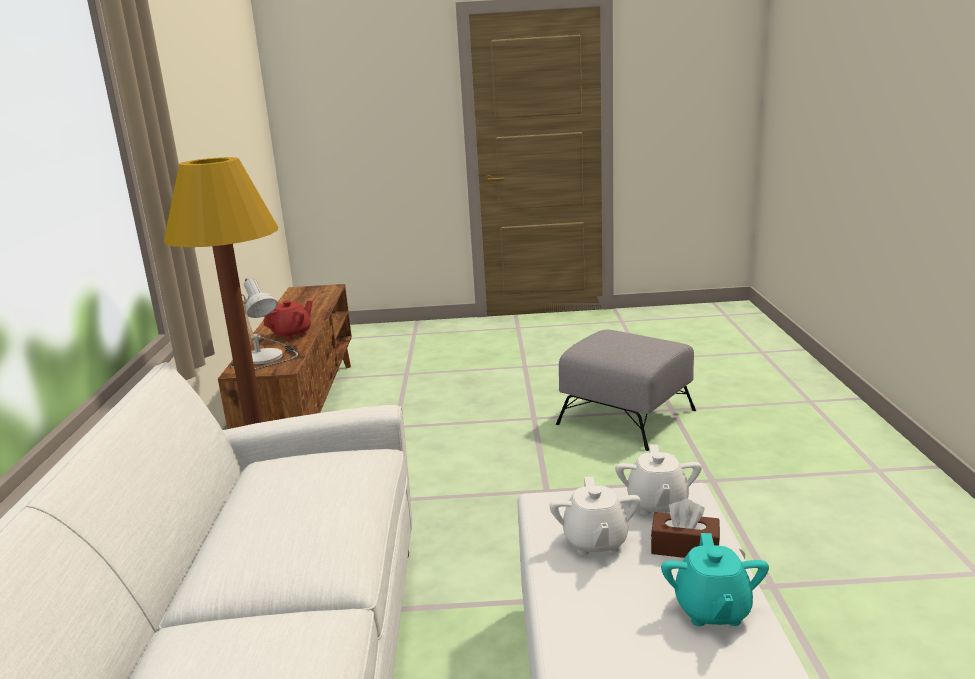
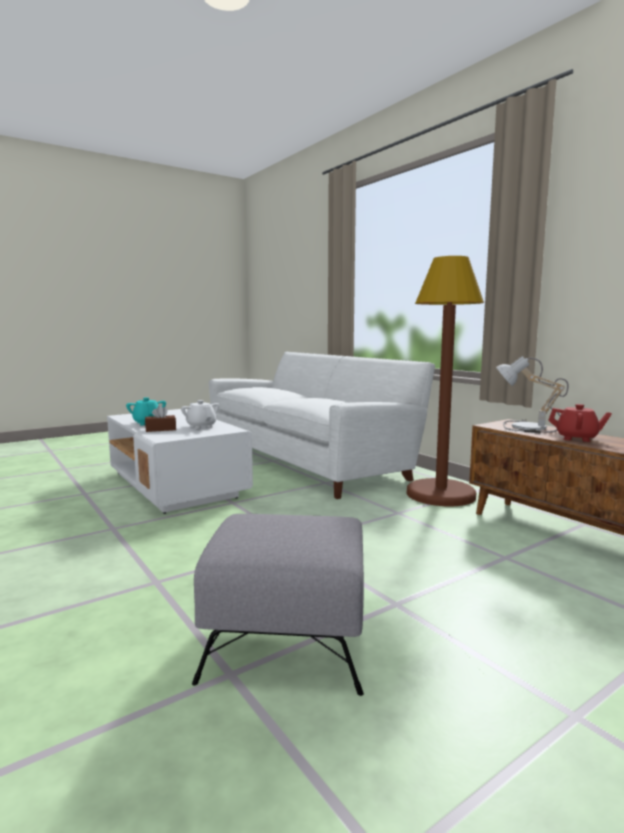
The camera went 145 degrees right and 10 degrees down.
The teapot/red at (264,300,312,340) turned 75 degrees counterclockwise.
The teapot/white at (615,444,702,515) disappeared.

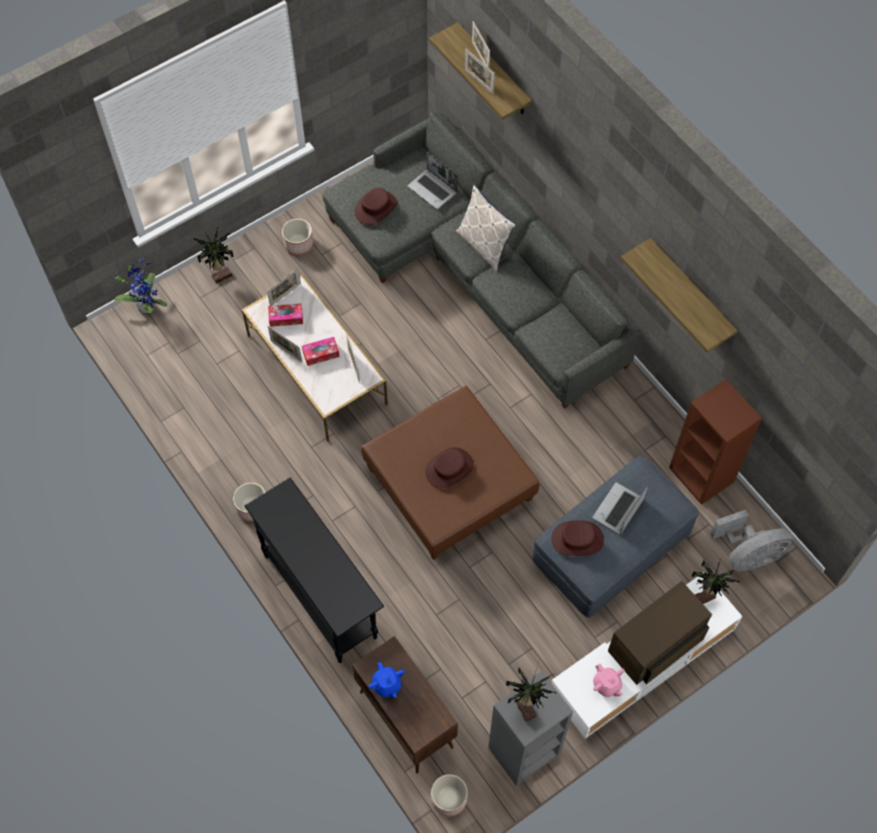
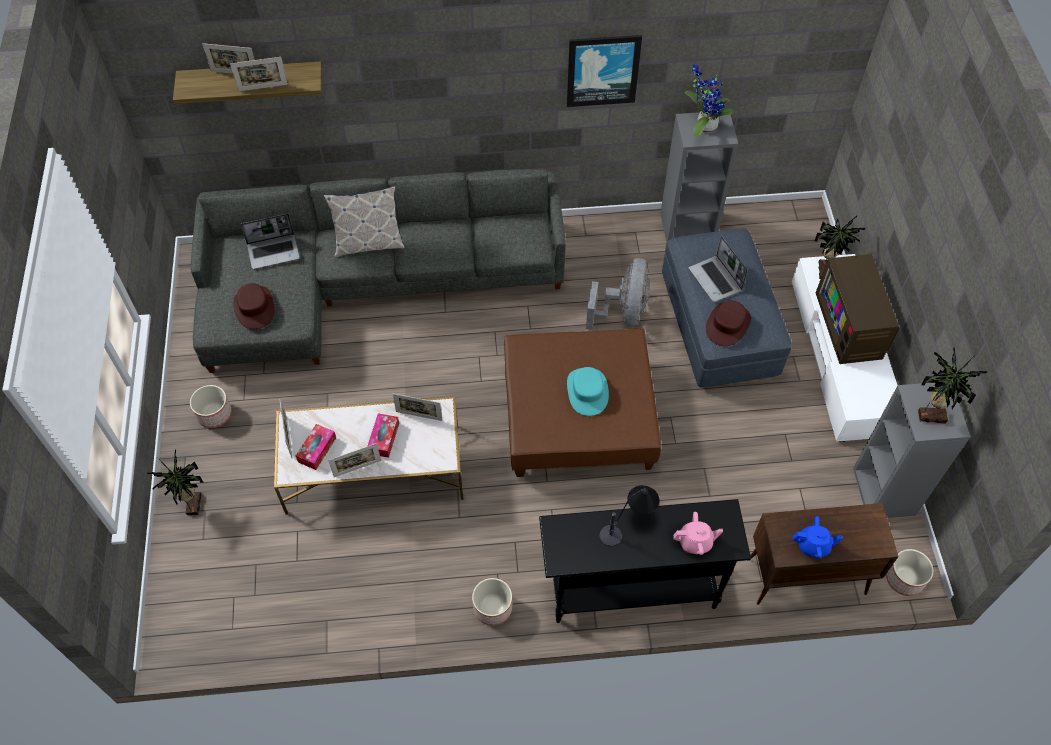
The camera went 60 degrees left and 5 degrees down.
The shelf at (621,238,738,352) was replaced by the picture at (567,35,642,107).
The potted plant moved from (113,259,167,314) to (685,64,734,137).
The bookcase/brown at (669,379,762,505) became the bookcase/grey at (660,112,738,243).
The hat/brown at (425,447,474,488) became the hat/turquoise at (567,367,609,416).
The fan/grey moved from (710,510,794,571) to (586,258,650,330).
The teapot/pink moved from (593,664,625,697) to (673,512,723,555).
The table lamp at (600,485,659,546) appeared.

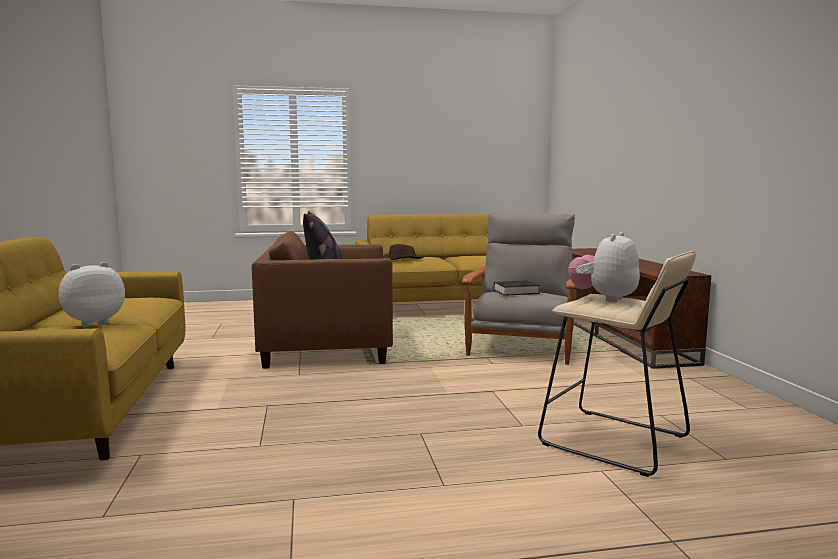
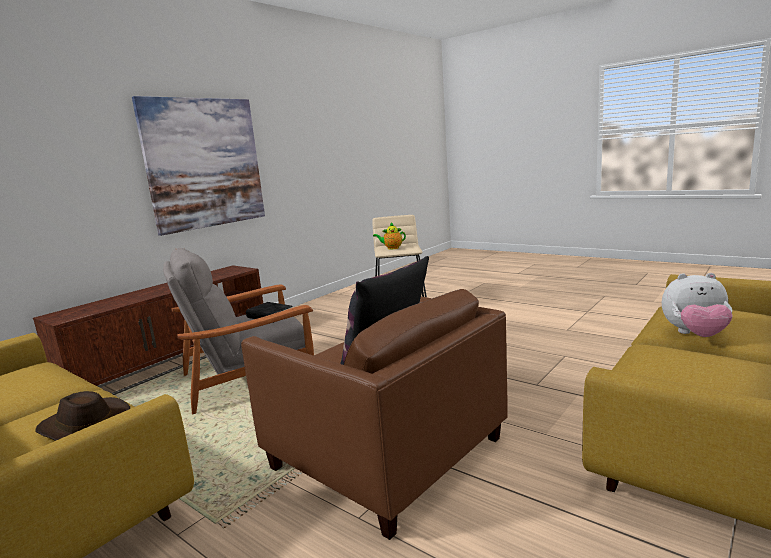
The camera went 130 degrees left and 5 degrees up.
The plush toy at (568,232,640,302) was replaced by the teapot at (373,222,406,249).
The picture at (132,96,265,236) appeared.

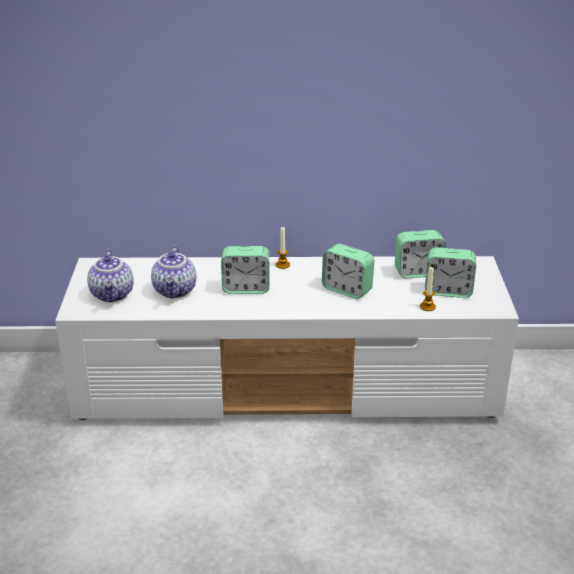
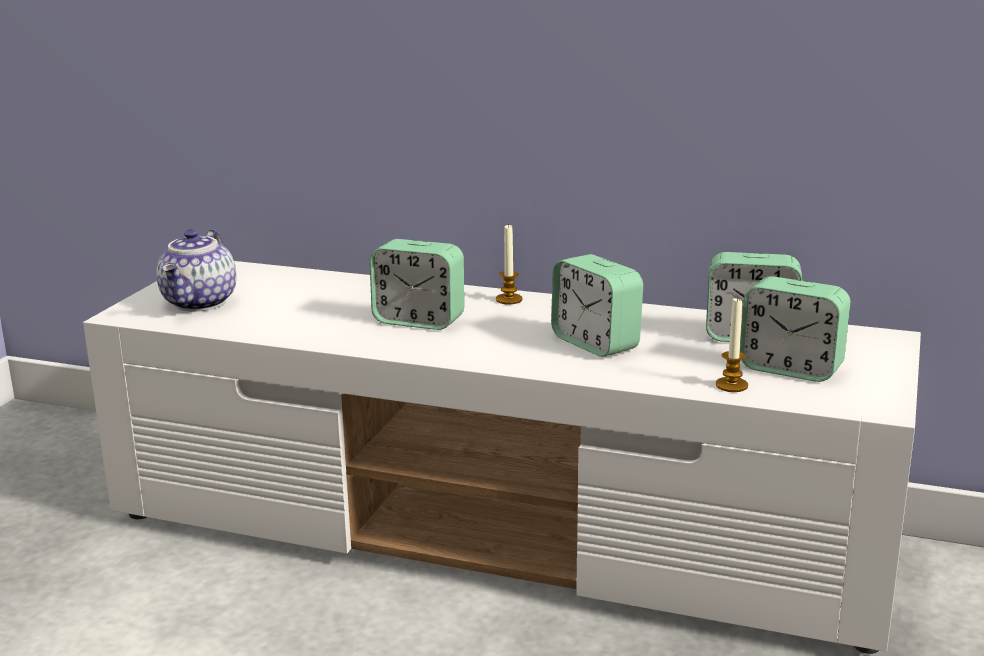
The camera went 20 degrees right and 10 degrees down.
The teapot at (151,246,196,298) disappeared.

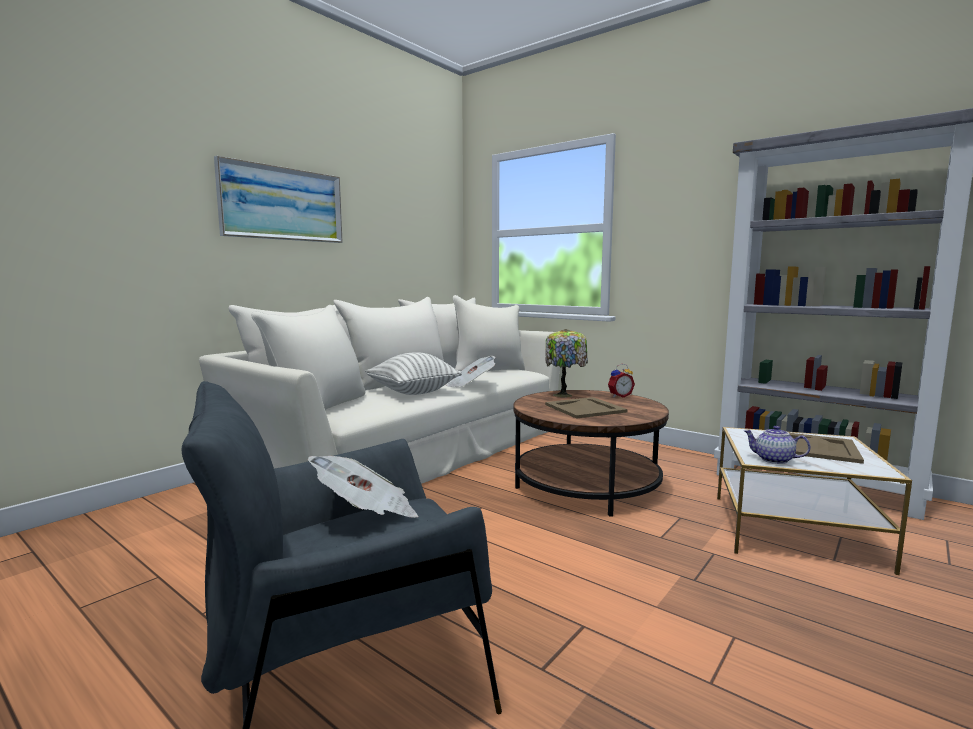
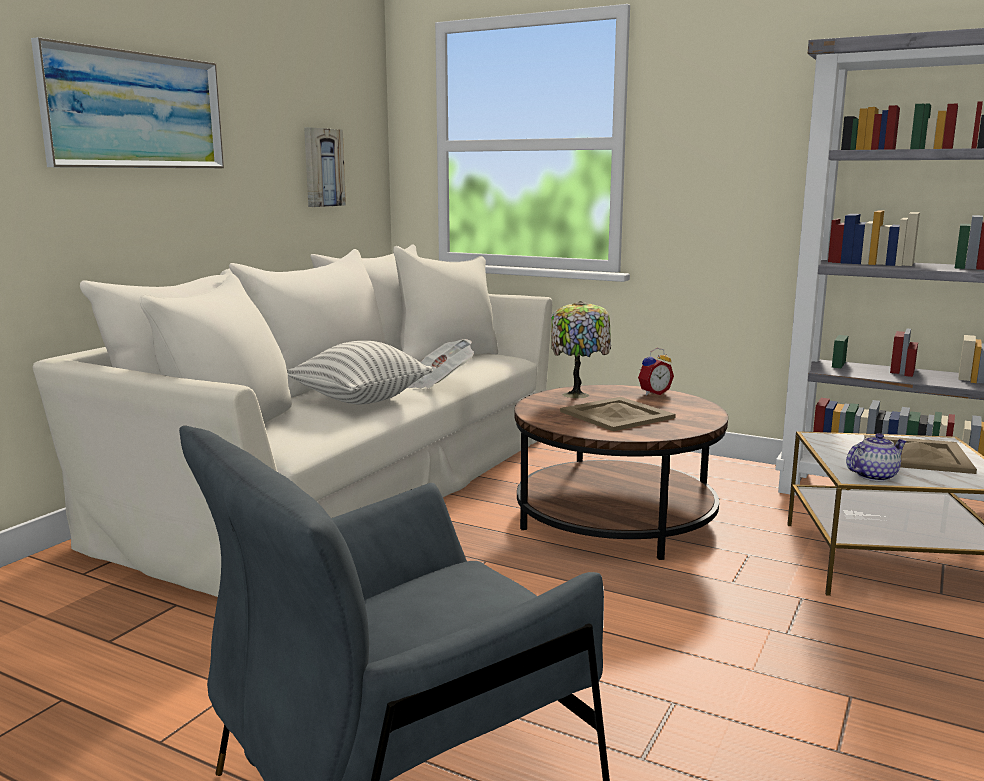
The camera went 10 degrees left and 5 degrees up.
The teapot at (744,426,811,464) turned 135 degrees clockwise.
The newspaper at (308,456,419,518) disappeared.
The picture at (304,127,346,207) appeared.

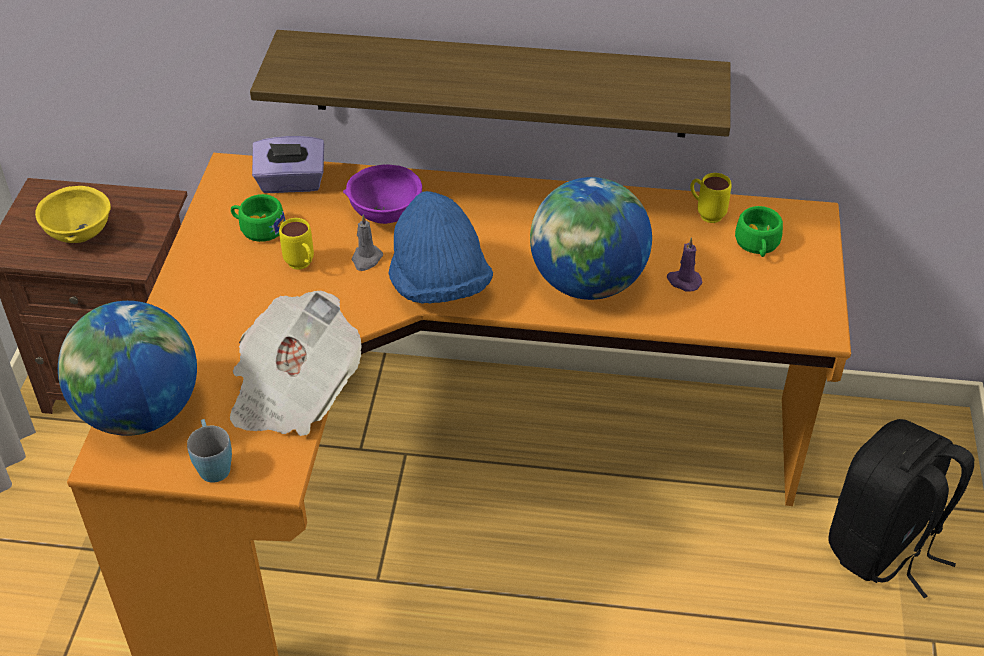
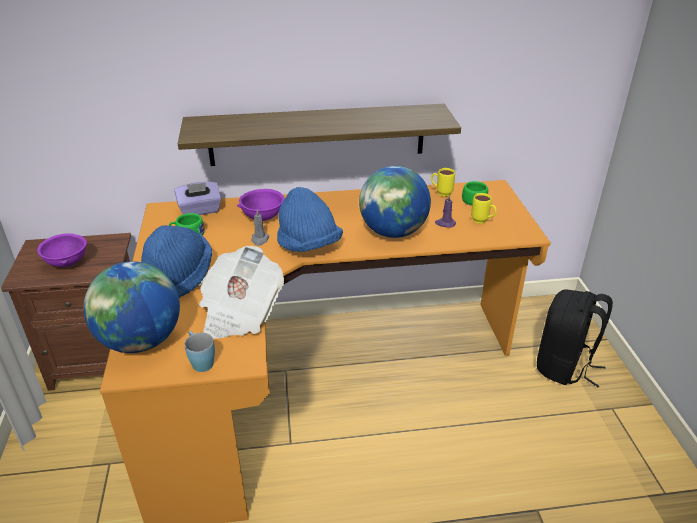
The camera went 15 degrees left and 10 degrees down.
The bowl/yellow at (35,186,111,243) became the bowl/purple at (37,233,87,267).
The mug/yellow moved from (279,218,314,270) to (471,193,497,224).
The hat/blue at (141,225,212,298) appeared.

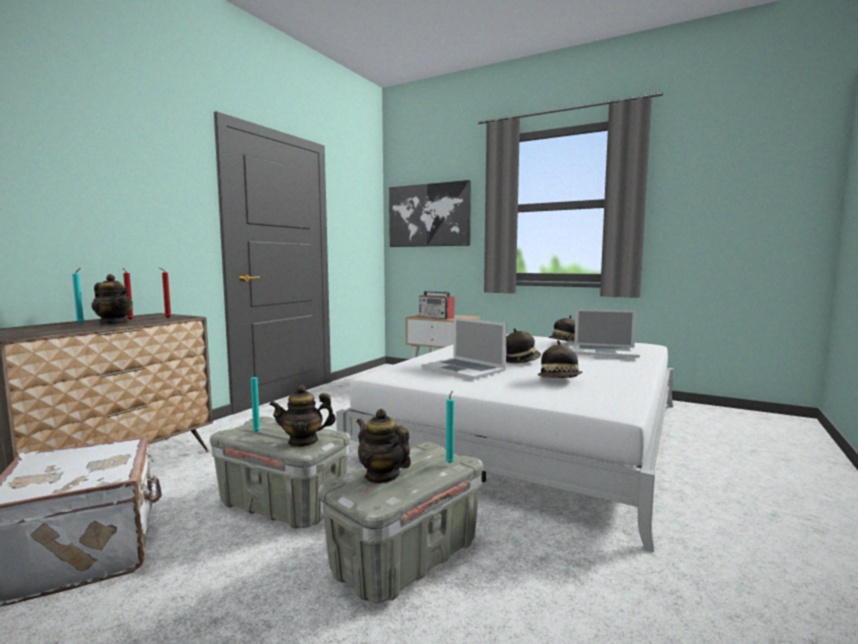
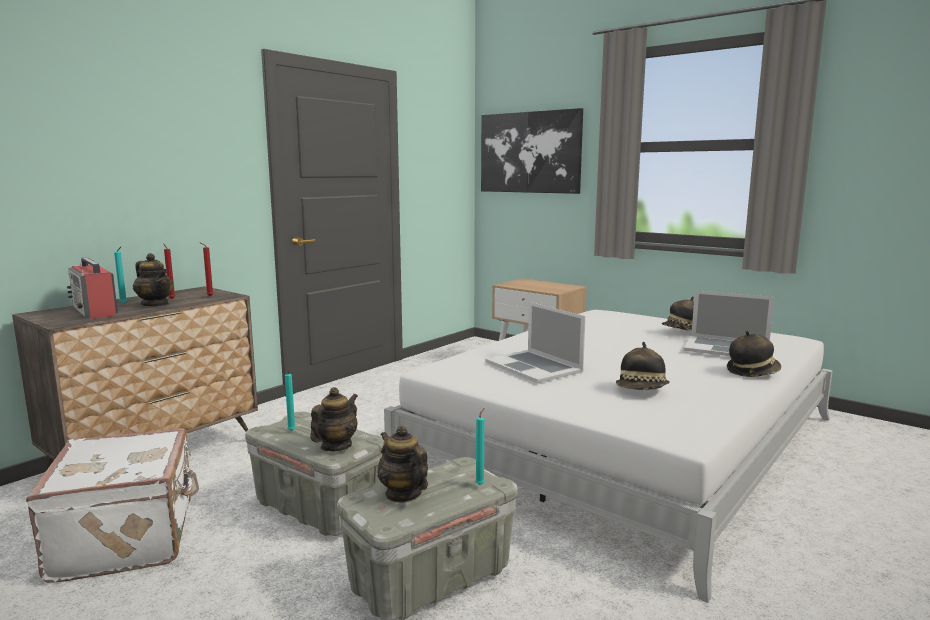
The camera went 10 degrees right and 5 degrees up.
The radio moved from (419,291,454,320) to (67,257,118,319).
The hat moved from (506,328,541,364) to (727,331,781,377).
The teapot at (269,385,336,447) turned 120 degrees clockwise.

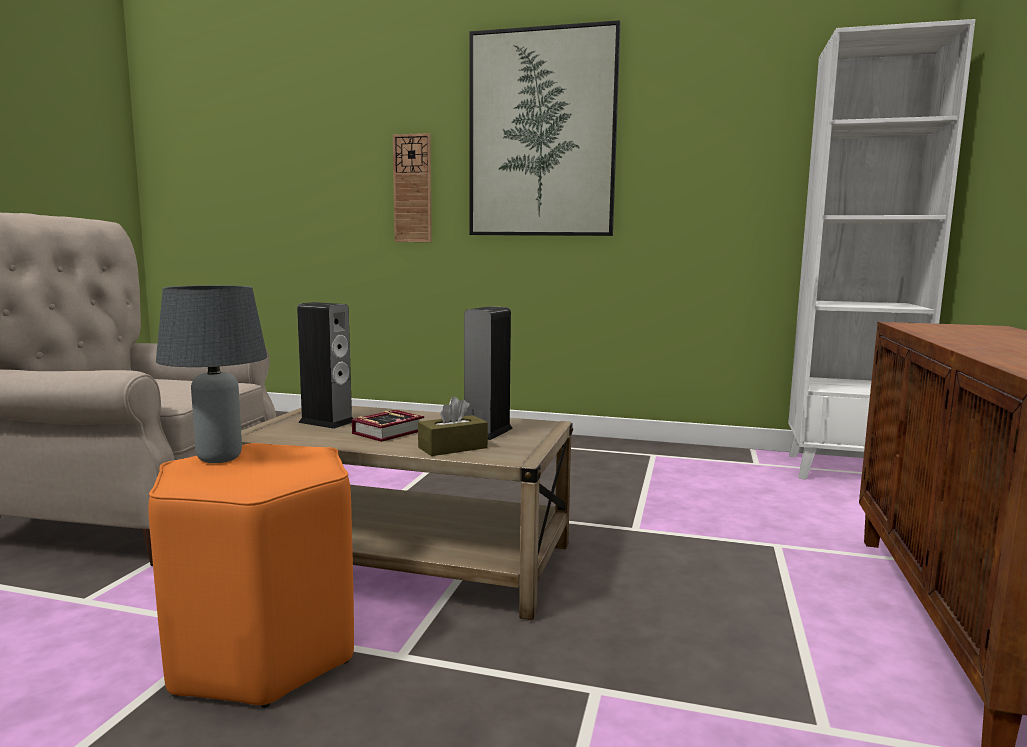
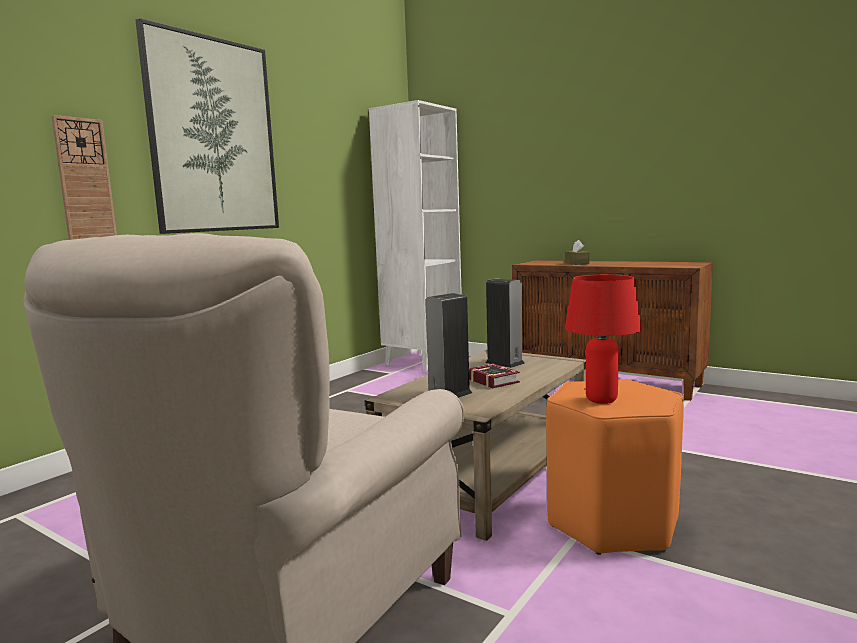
The camera went 70 degrees left and 0 degrees up.
The table lamp/grey at (156,285,267,463) became the table lamp/red at (565,275,642,404).
The tissue box/brown moved from (418,396,488,456) to (565,240,590,265).

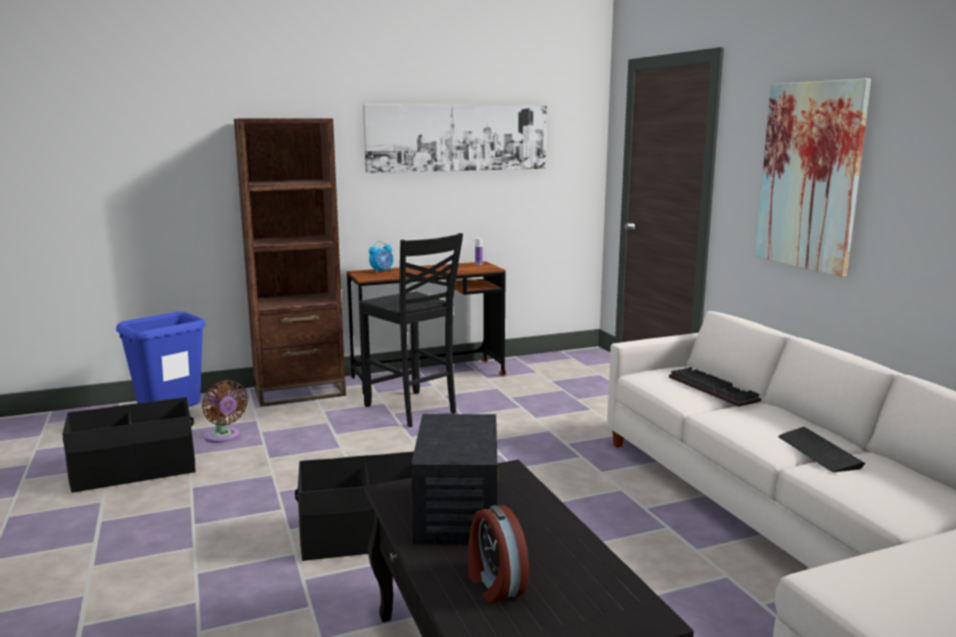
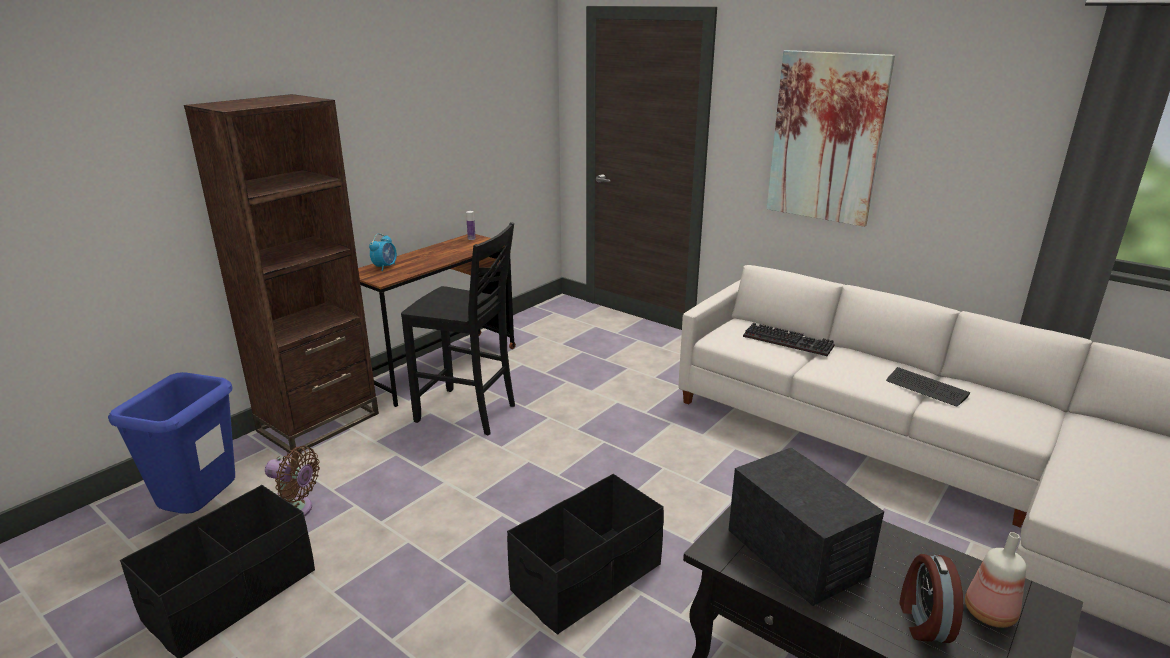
The camera went 30 degrees left and 10 degrees up.
The picture at (363,104,547,173) disappeared.
The alarm clock at (468,505,529,603) turned 60 degrees clockwise.
The bottle at (965,532,1026,628) appeared.

